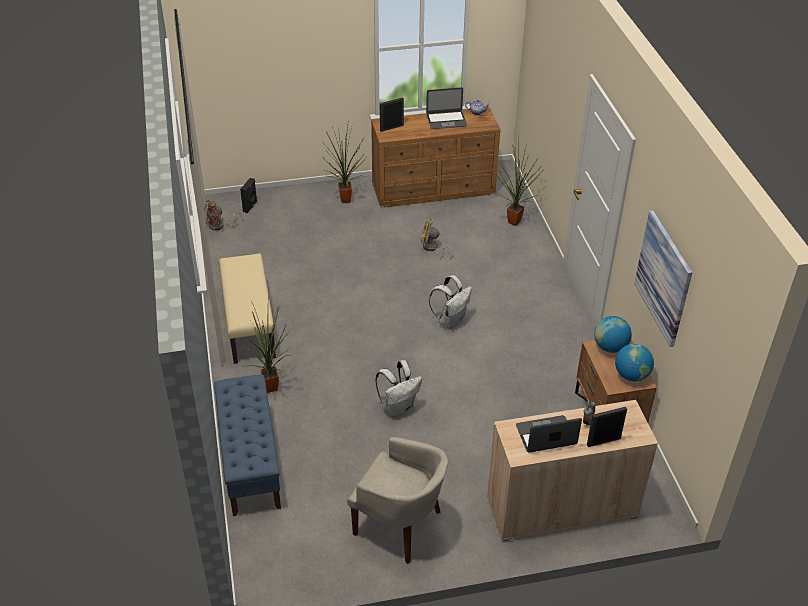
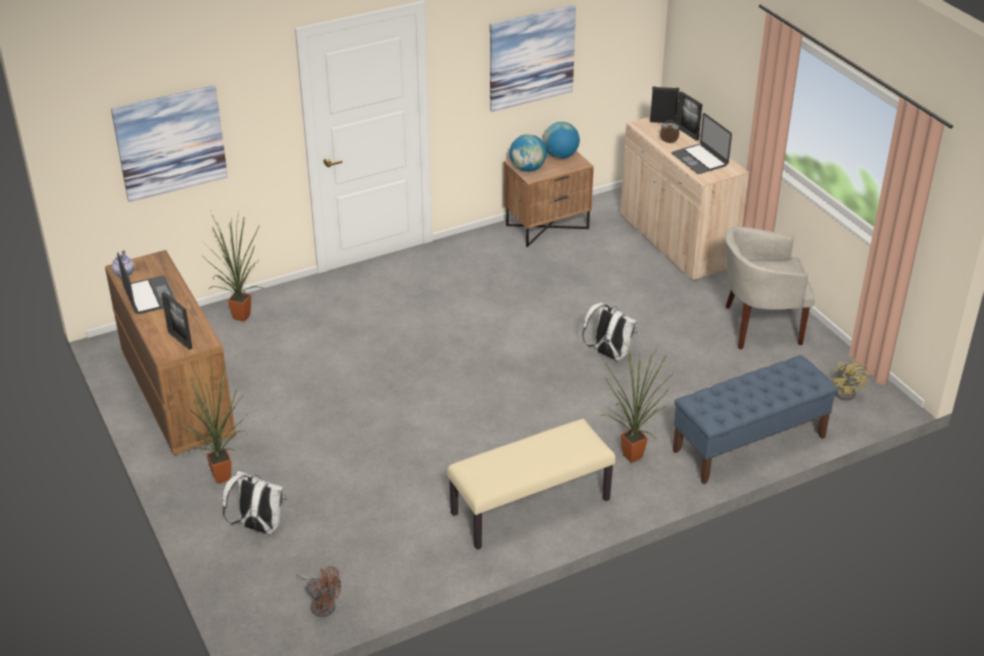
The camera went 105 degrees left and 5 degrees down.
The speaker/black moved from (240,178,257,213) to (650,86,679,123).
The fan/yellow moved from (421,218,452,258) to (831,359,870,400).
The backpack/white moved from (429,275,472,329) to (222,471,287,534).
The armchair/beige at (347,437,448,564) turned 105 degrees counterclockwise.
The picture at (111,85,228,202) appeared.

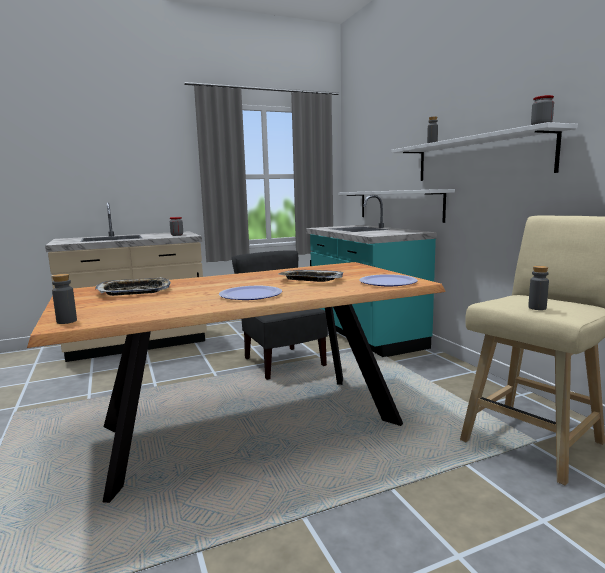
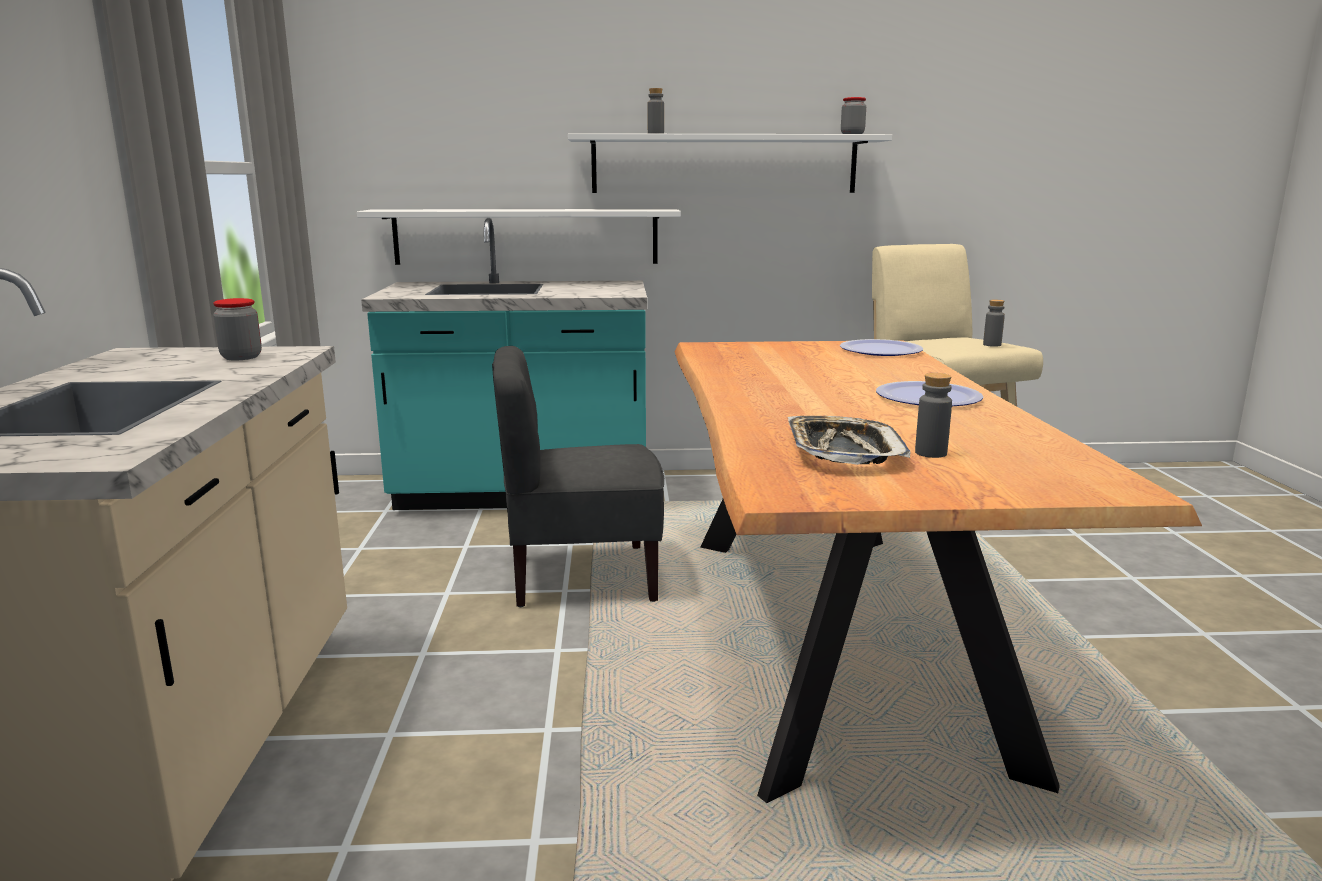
The camera went 70 degrees left and 5 degrees up.
The tray at (278,270,343,282) disappeared.
The bottle/grey moved from (52,274,77,324) to (915,373,952,458).

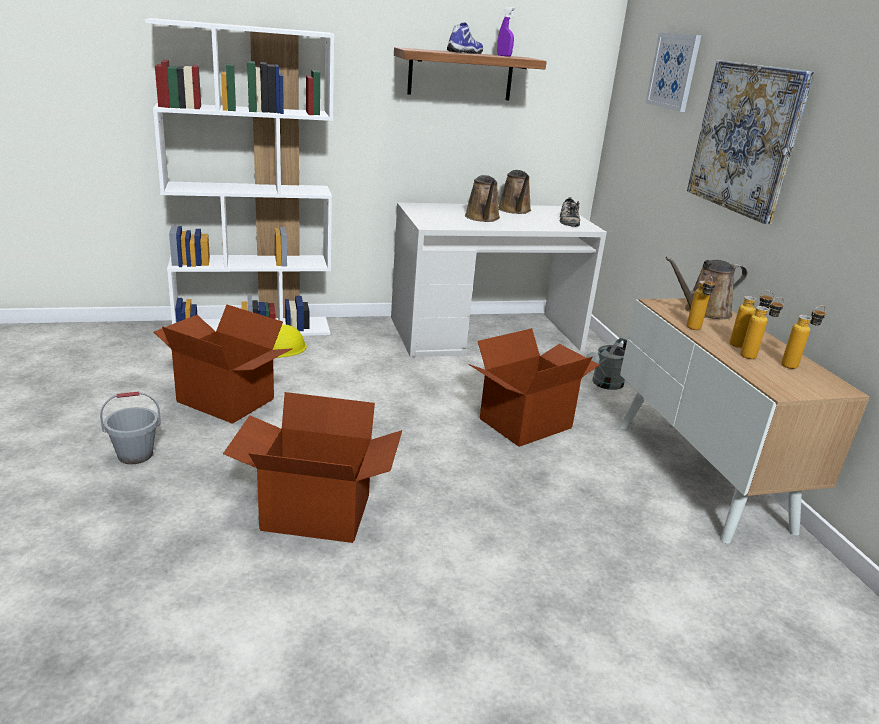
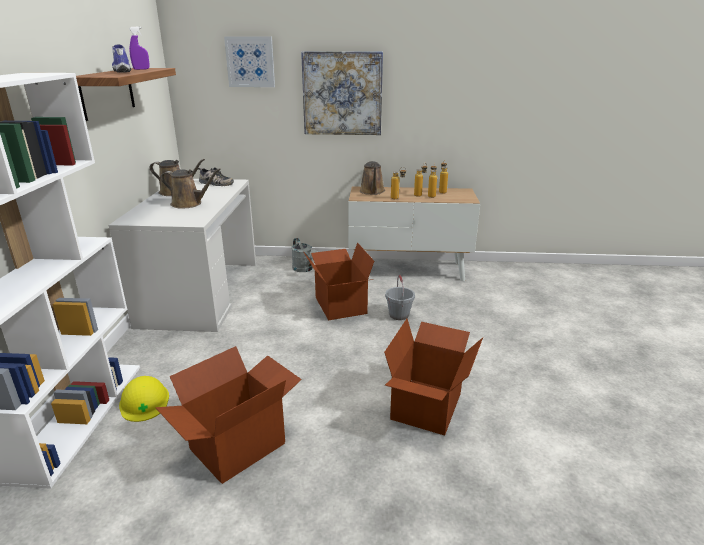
The camera went 70 degrees left and 0 degrees up.
The bucket/grey moved from (100,392,161,464) to (385,275,415,320).

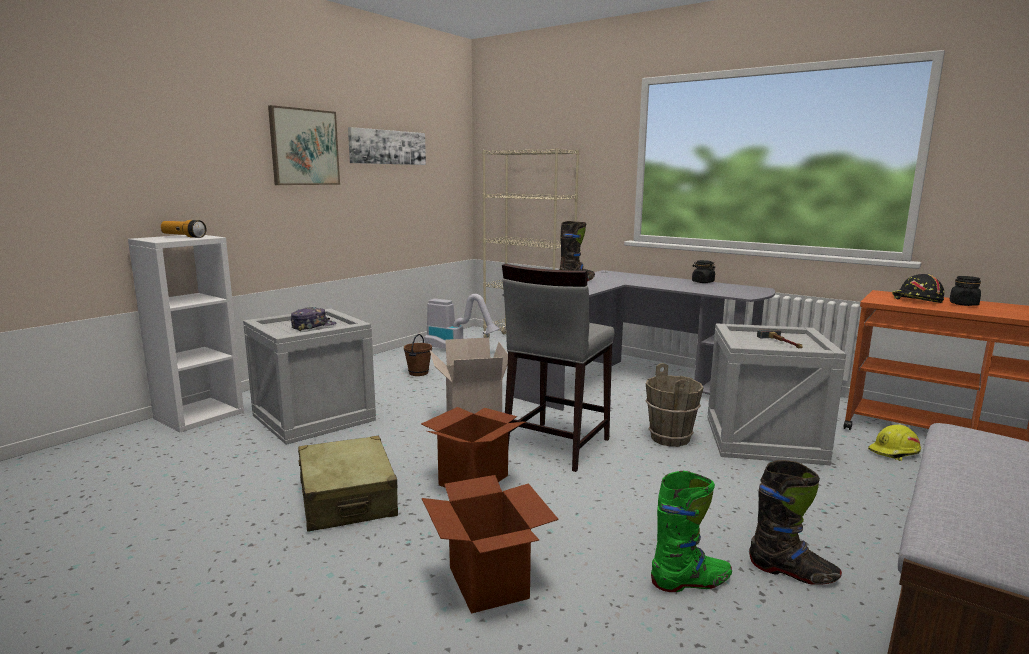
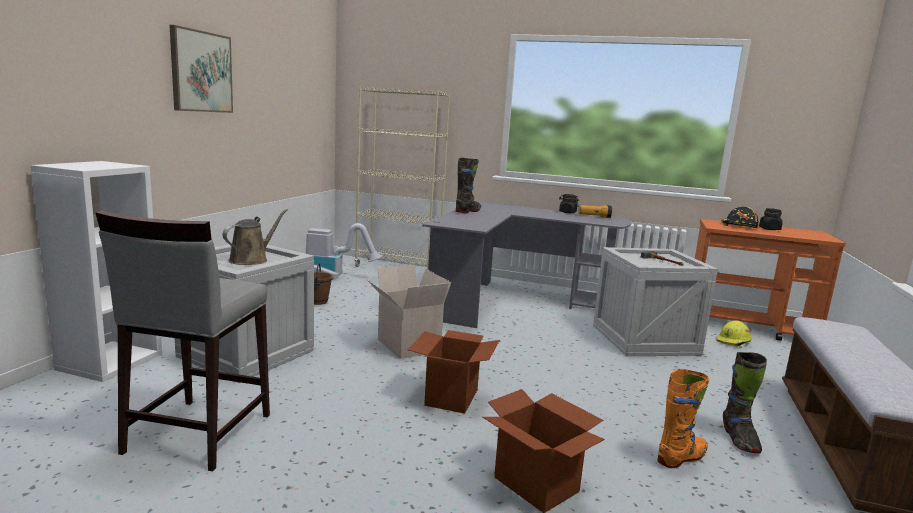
The camera went 20 degrees left and 0 degrees up.
The picture at (348,127,426,165) disappeared.
The flashlight moved from (161,220,206,238) to (578,205,612,218).
The stool/grey moved from (502,264,614,472) to (96,210,270,471).
The cap at (291,307,336,331) was replaced by the watering can/brown at (222,209,288,265).
The bucket/brown at (646,363,704,447) disappeared.
The suitcase/beige at (298,436,398,532) disappeared.
The boot/black at (749,460,842,585) turned 90 degrees clockwise.
The boot/green at (651,471,732,592) became the boot/orange at (657,369,709,468).

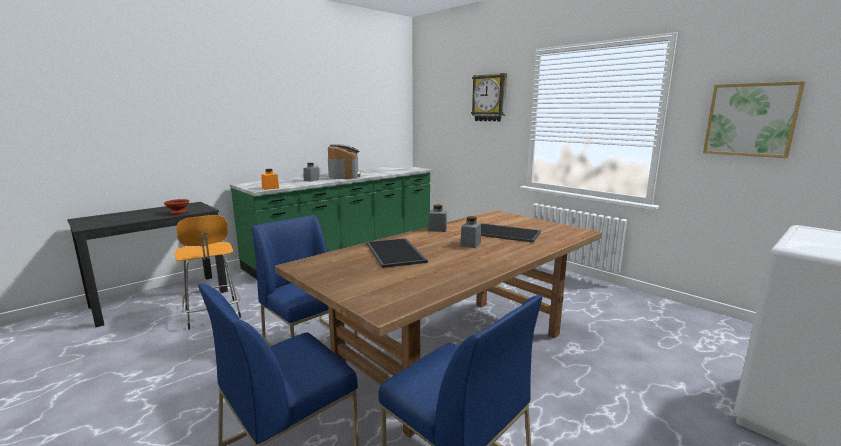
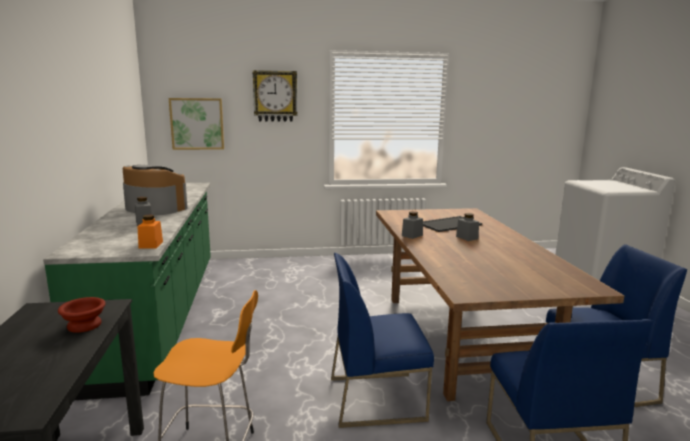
The camera went 55 degrees left and 0 degrees up.
The picture moved from (703,81,805,158) to (169,98,224,150).
The tray at (367,238,428,268) disappeared.

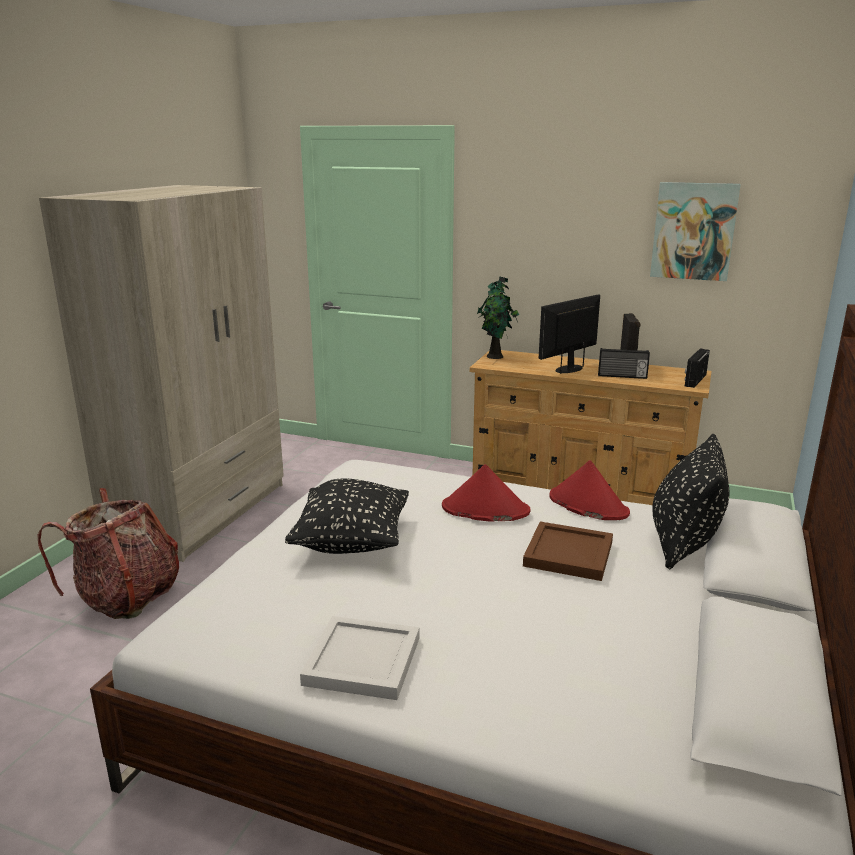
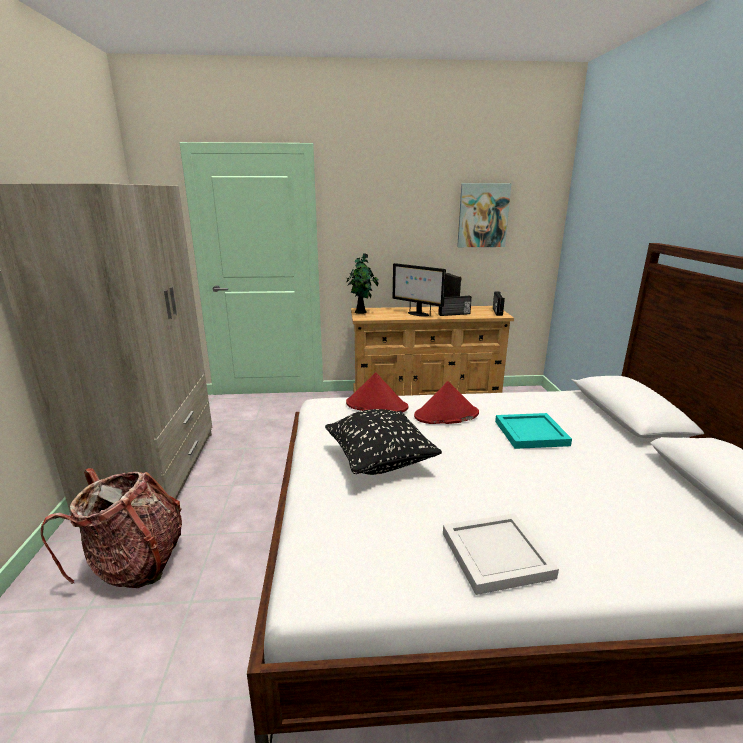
The camera went 25 degrees left and 0 degrees up.
The monitor at (539,295,600,374) turned 75 degrees counterclockwise.
The pillow/black at (652,434,730,569) disappeared.
The hat/red moved from (549,460,630,520) to (346,372,409,412).
The tray/brown at (523,521,613,581) became the tray/turquoise at (495,413,572,449).

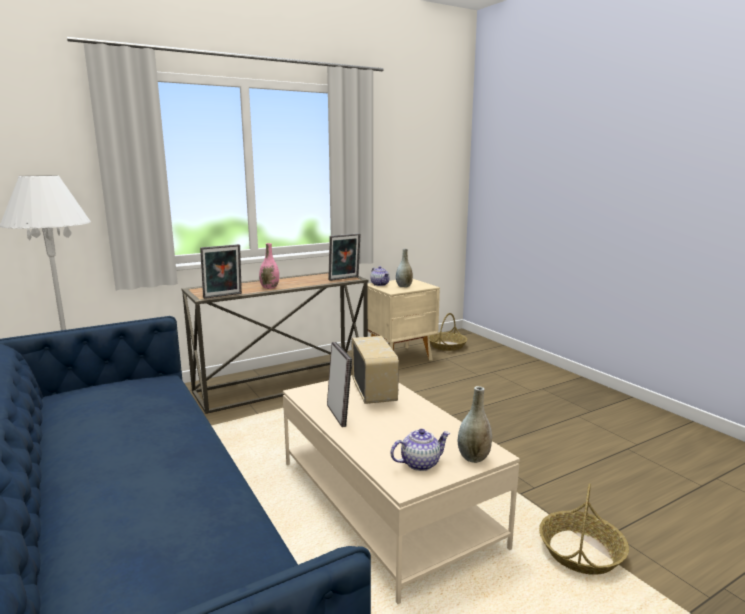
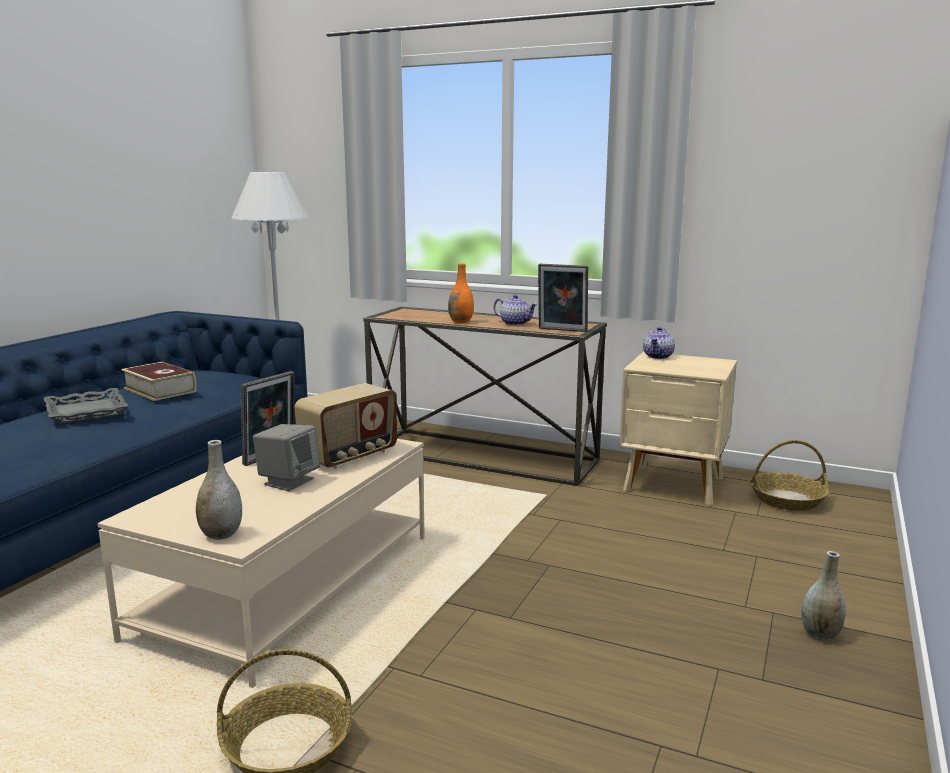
The camera went 55 degrees right and 0 degrees up.
The vase/pink at (259,243,279,289) became the vase/orange at (448,263,474,323).
The picture frame at (200,244,242,299) disappeared.
The vase/grey moved from (396,249,413,288) to (801,551,846,640).
The teapot moved from (391,429,451,471) to (493,294,538,325).
The book at (121,362,196,401) appeared.
The tray/grey at (43,388,128,424) appeared.
The speaker/grey at (253,424,320,491) appeared.

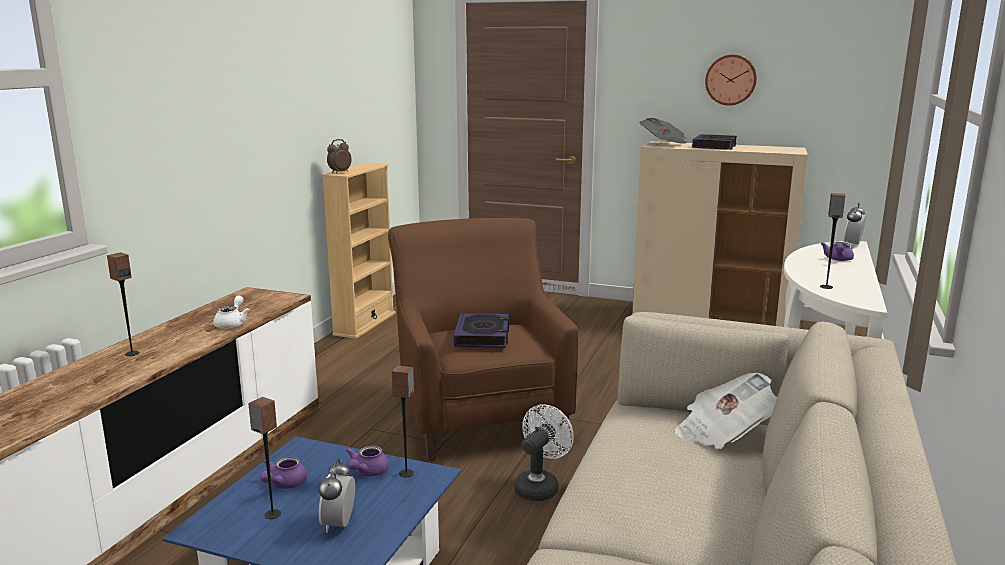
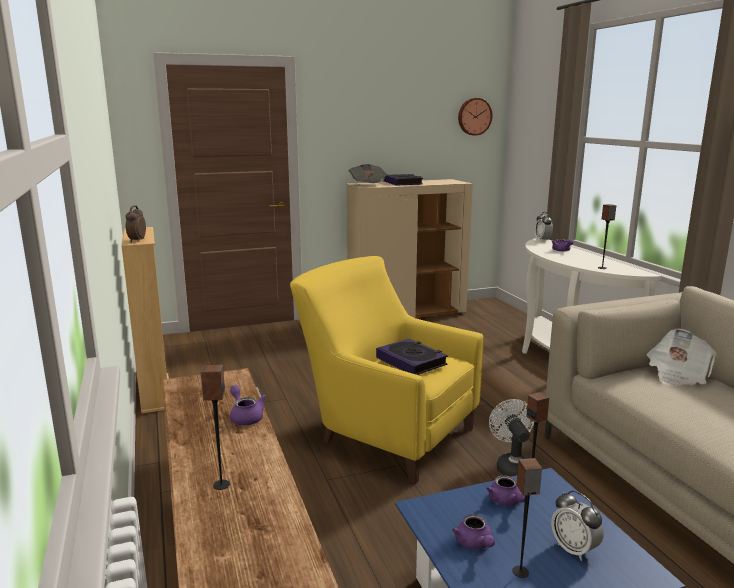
The camera went 40 degrees left and 0 degrees up.
The wall clock moved from (705,54,757,106) to (458,98,493,136).
The armchair/brown at (388,218,578,461) became the armchair/yellow at (290,256,484,484).
The teapot/white at (213,295,250,329) became the teapot/purple at (230,385,266,425).

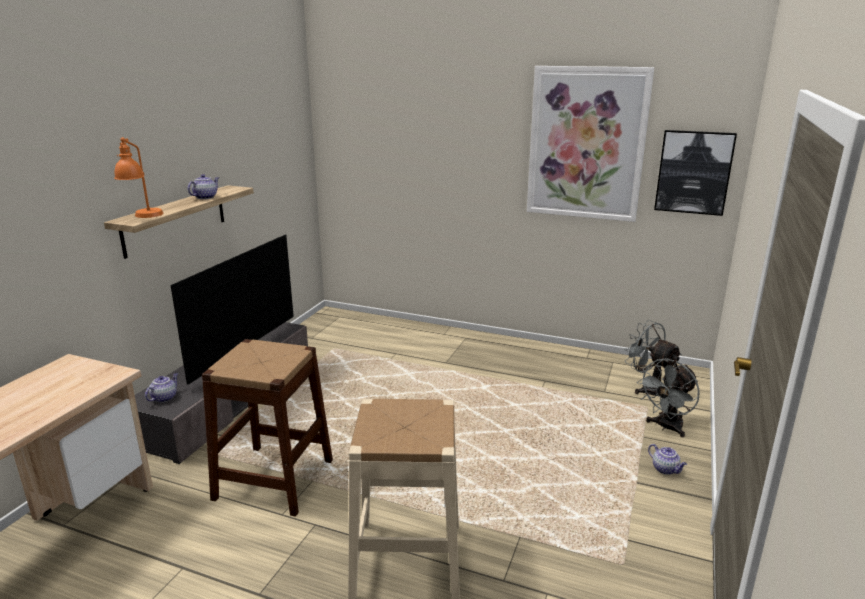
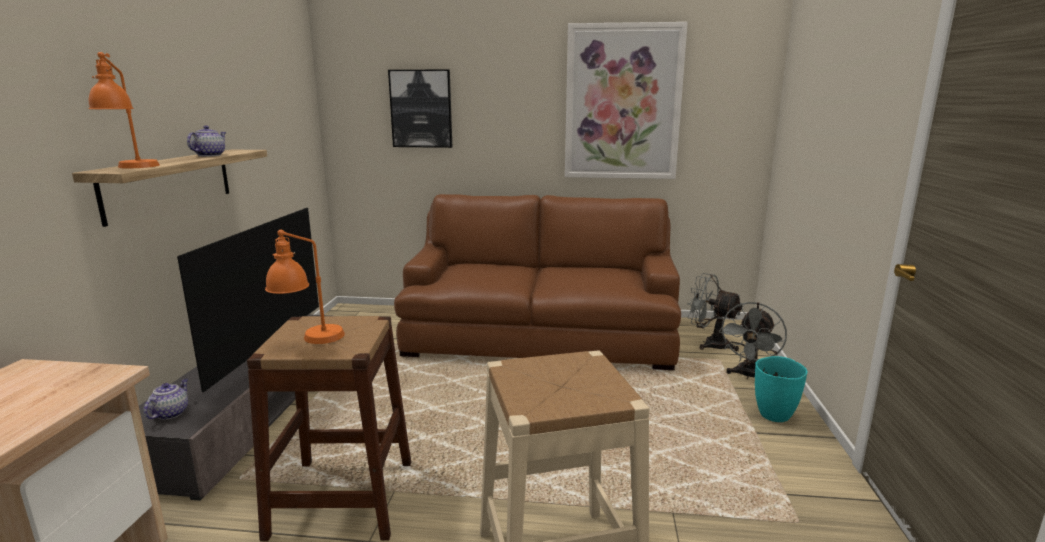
The camera went 15 degrees left and 5 degrees down.
The picture moved from (654,130,737,216) to (388,69,452,148).
The teapot at (648,444,687,475) was replaced by the vase/turquoise at (755,356,808,422).
The sofa/brown at (394,194,681,370) appeared.
The table lamp/orange at (265,230,345,344) appeared.

